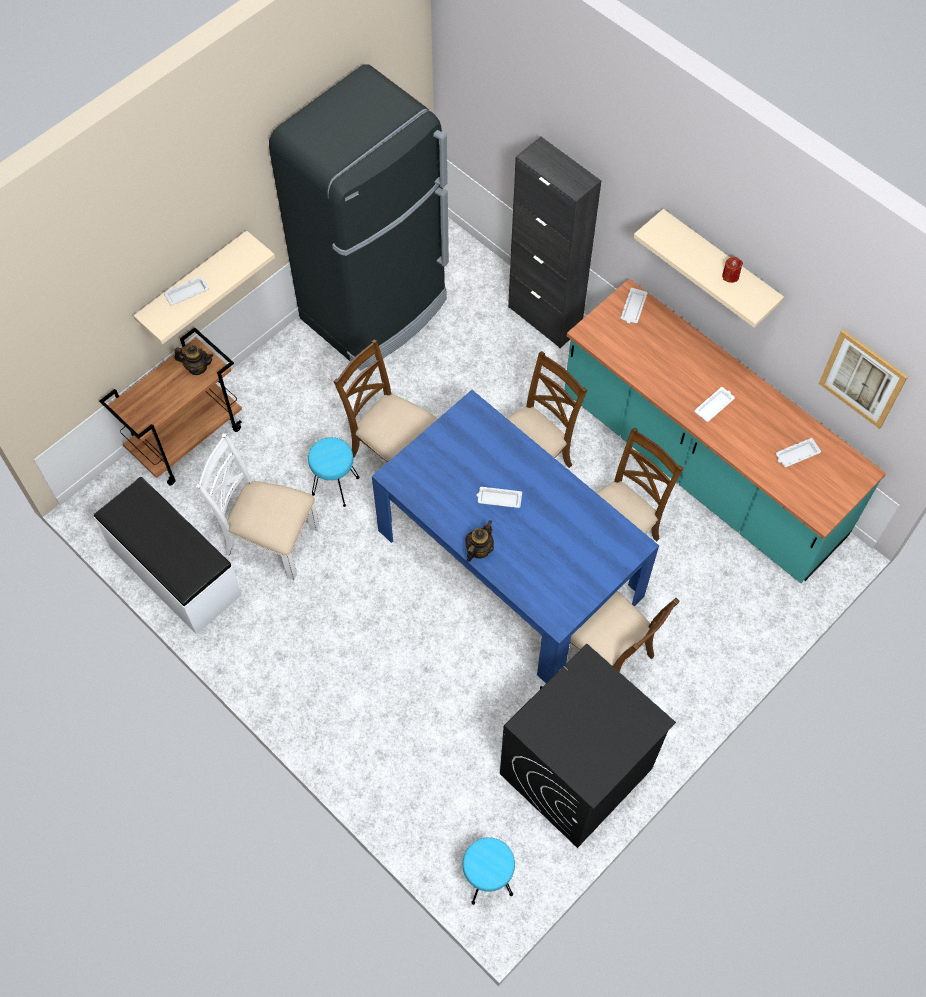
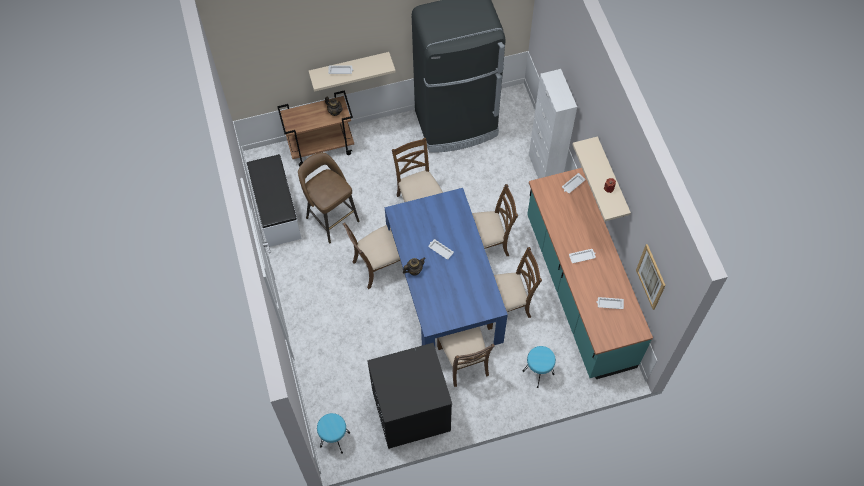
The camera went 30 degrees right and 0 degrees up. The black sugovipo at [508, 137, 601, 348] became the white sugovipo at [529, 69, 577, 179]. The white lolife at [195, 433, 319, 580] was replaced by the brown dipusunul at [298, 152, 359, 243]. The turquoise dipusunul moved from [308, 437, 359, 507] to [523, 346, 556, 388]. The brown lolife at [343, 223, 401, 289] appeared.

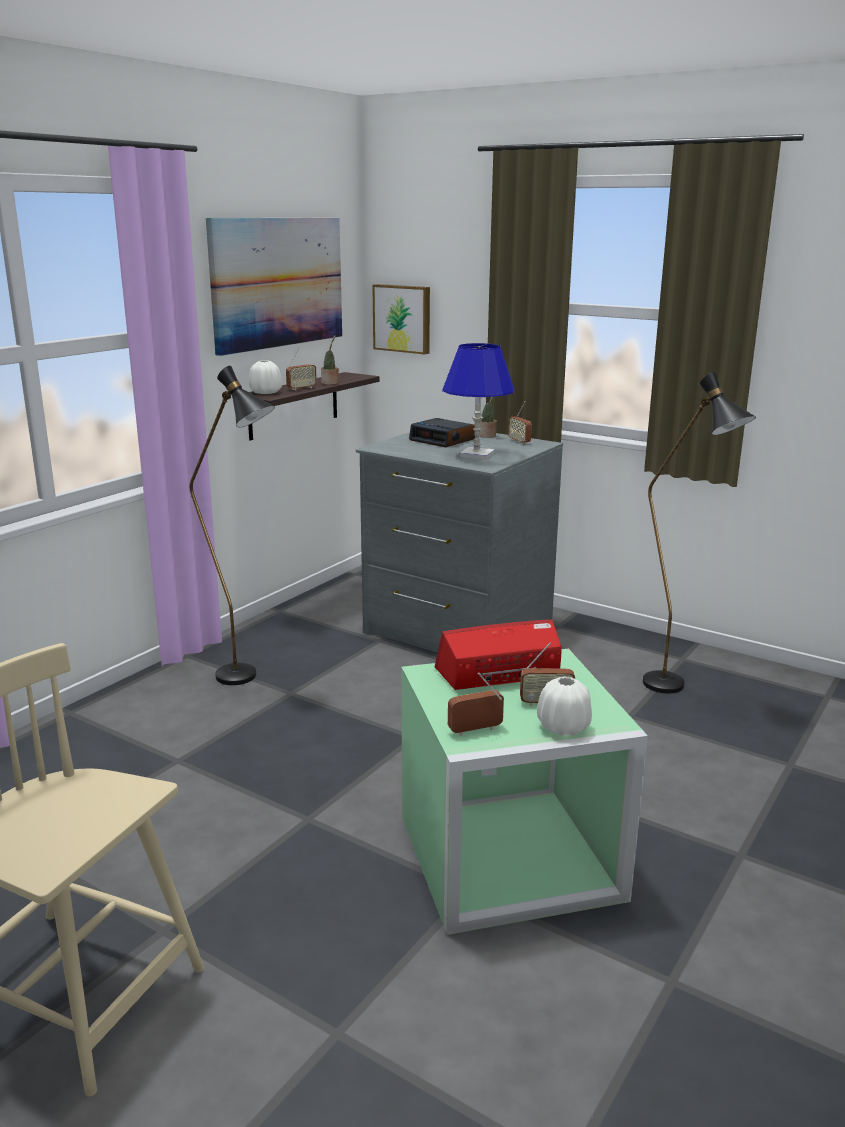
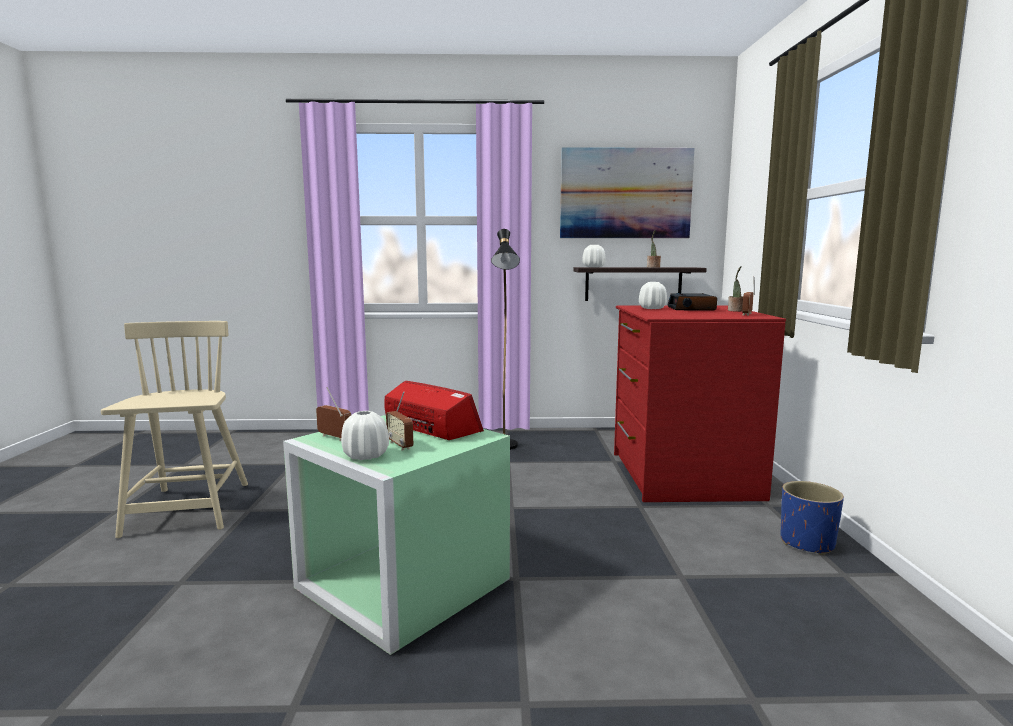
The camera went 55 degrees right and 10 degrees down. The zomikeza at [372, 284, 430, 354] disappeared. The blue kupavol at [442, 343, 514, 460] disappeared. The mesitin at [286, 348, 317, 391] disappeared. The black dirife at [643, 372, 756, 694] disappeared. The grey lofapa at [356, 432, 563, 653] became the red lofapa at [614, 305, 786, 502]. The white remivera at [639, 282, 667, 309] appeared. The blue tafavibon at [780, 481, 844, 555] appeared.

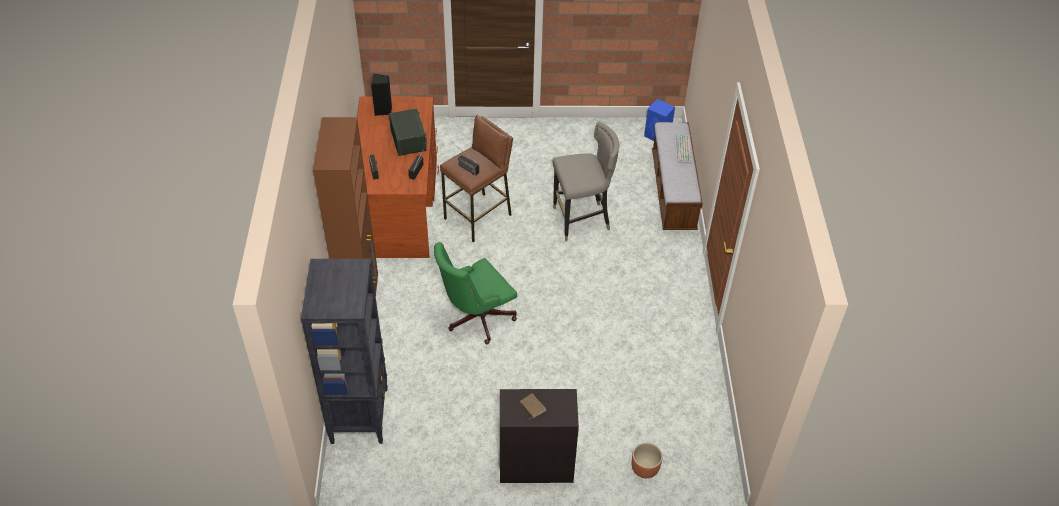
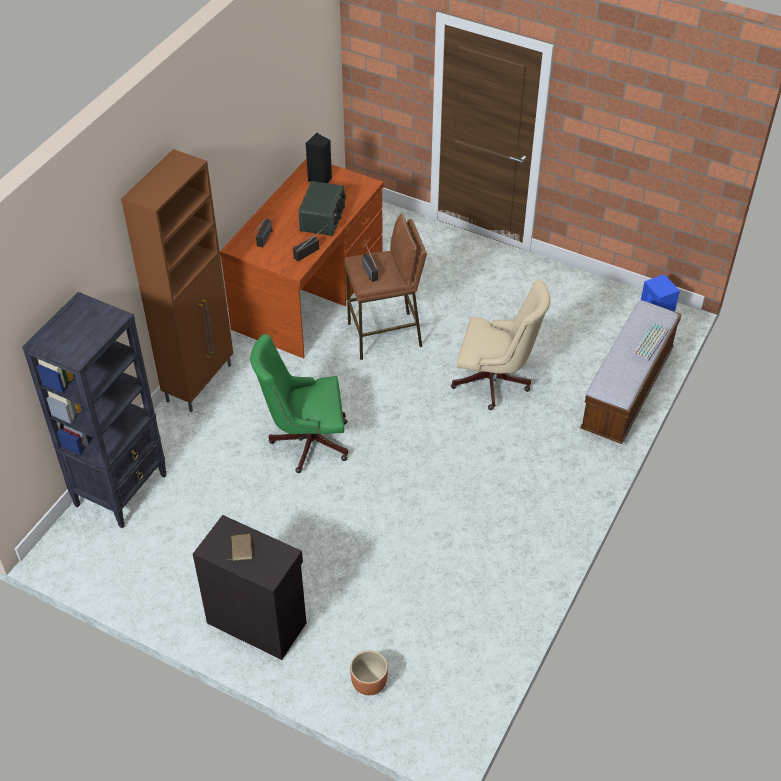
The camera went 30 degrees right and 0 degrees up. The grey dipusunul at [553, 122, 619, 241] was replaced by the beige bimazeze at [451, 280, 550, 410].

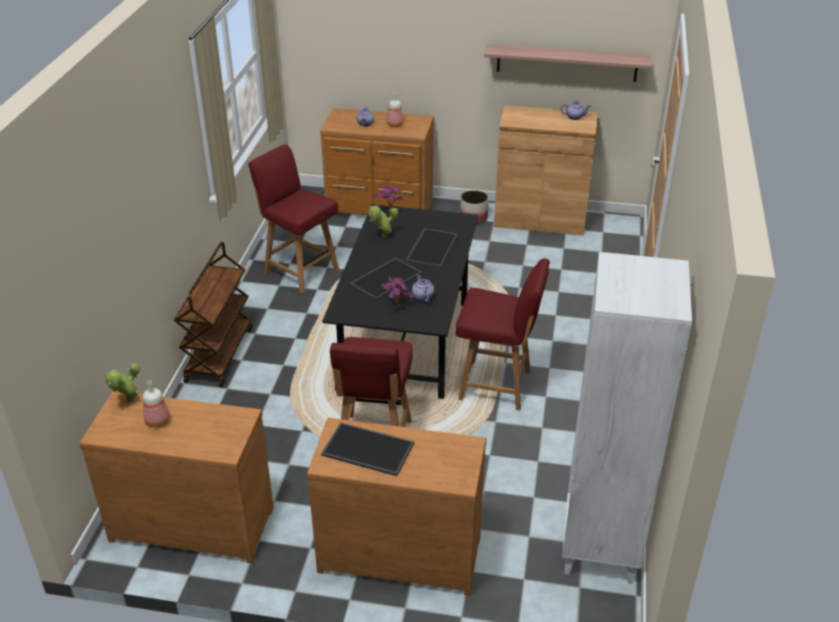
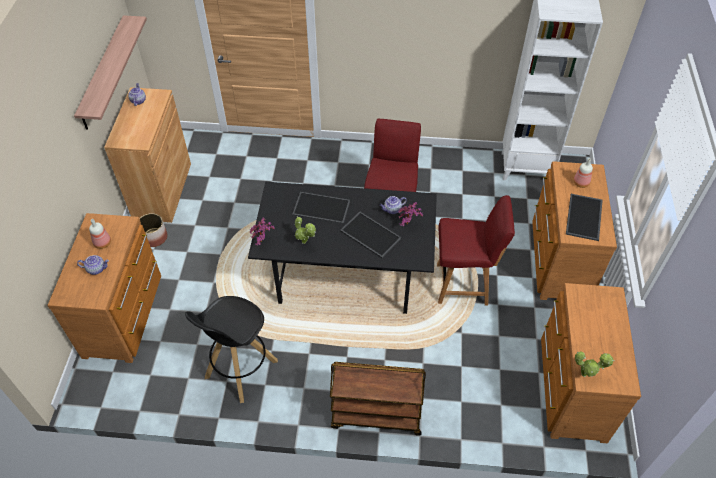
The camera went 95 degrees left and 15 degrees up. The red lolife at [248, 144, 339, 294] was replaced by the black dipusunul at [185, 296, 278, 403]. The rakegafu moved from [143, 381, 170, 427] to [573, 158, 593, 188].

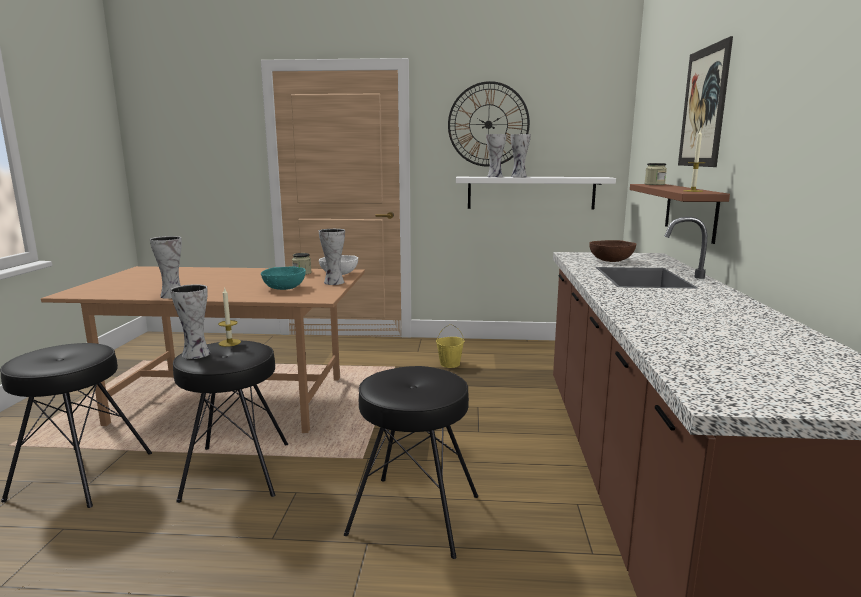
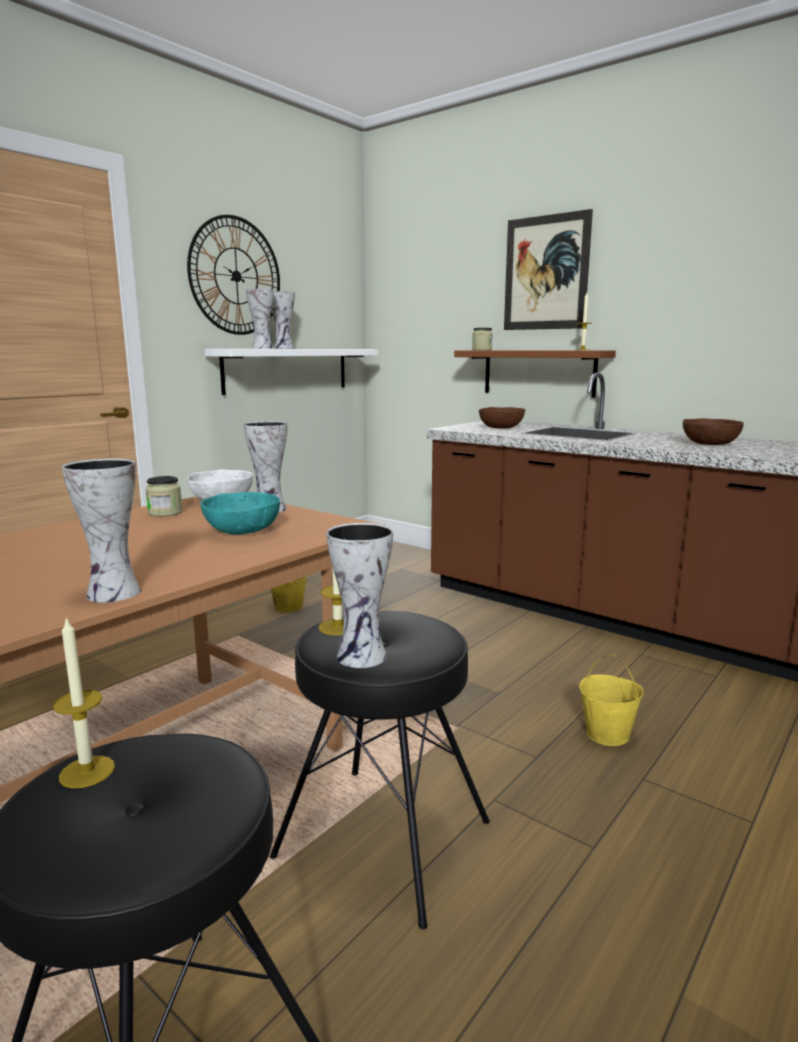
The camera went 55 degrees left and 0 degrees up. The black dipusunul at [344, 366, 478, 559] was replaced by the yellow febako at [579, 655, 644, 746]. The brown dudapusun at [683, 418, 744, 445] appeared. The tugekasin at [53, 617, 115, 788] appeared.

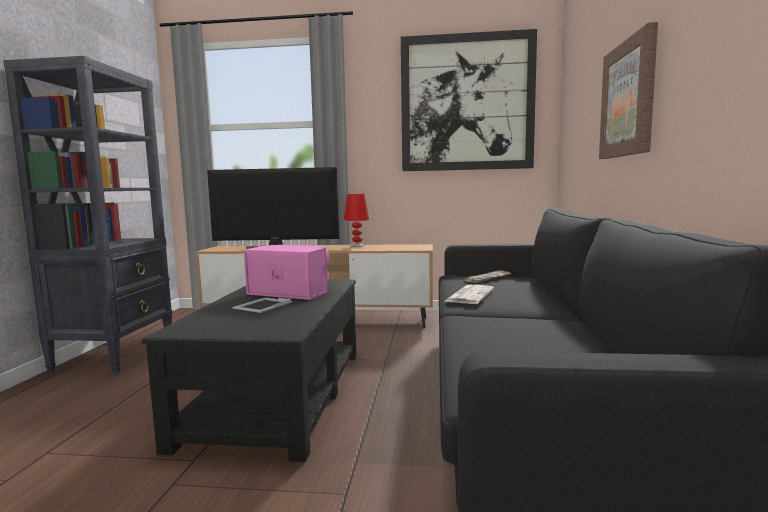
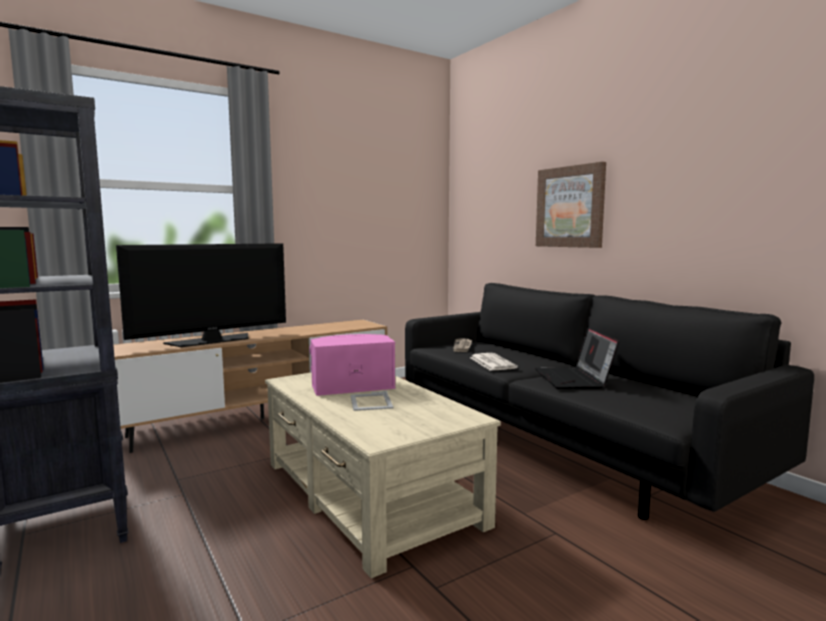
The camera went 40 degrees left and 0 degrees up. The zomikeza at [401, 29, 537, 171] disappeared. The red kupavol at [344, 194, 370, 247] disappeared. The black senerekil at [142, 279, 357, 462] became the beige senerekil at [265, 372, 501, 578]. The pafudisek at [535, 327, 619, 389] appeared.

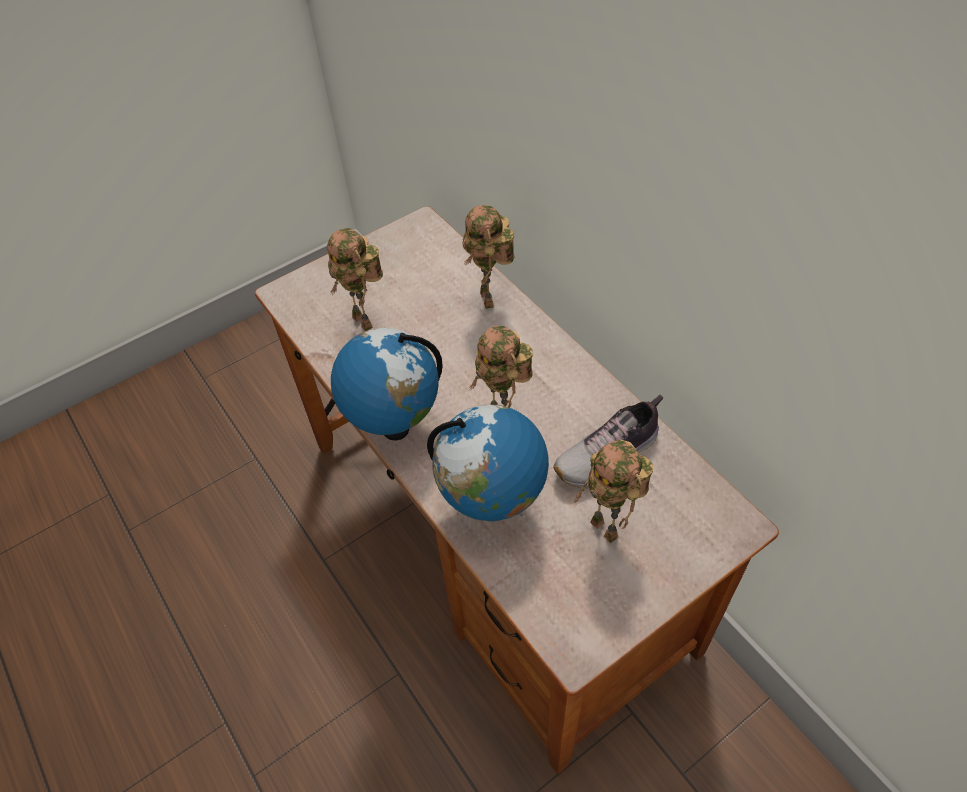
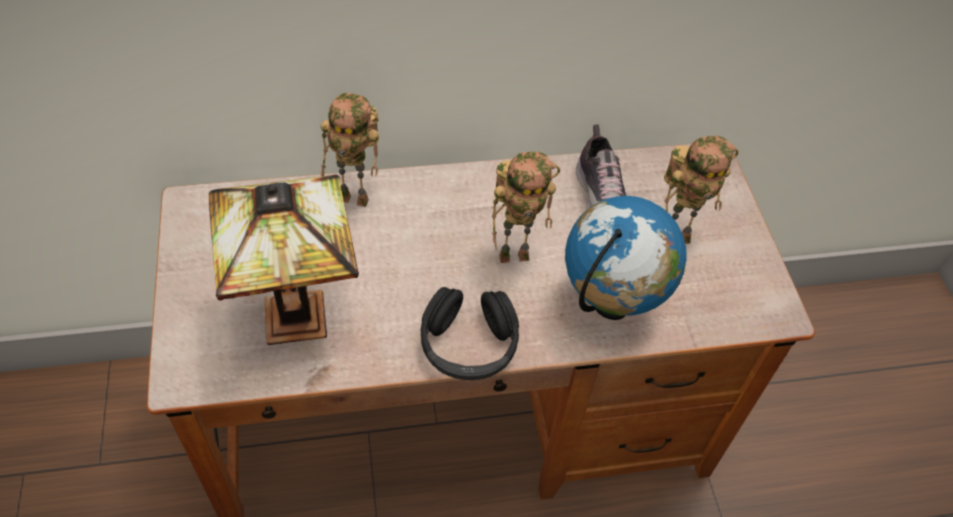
The camera went 70 degrees left and 0 degrees up. The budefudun at [327, 228, 383, 331] was replaced by the kupavol at [209, 174, 359, 345]. The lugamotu at [331, 328, 443, 441] was replaced by the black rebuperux at [420, 287, 519, 380].

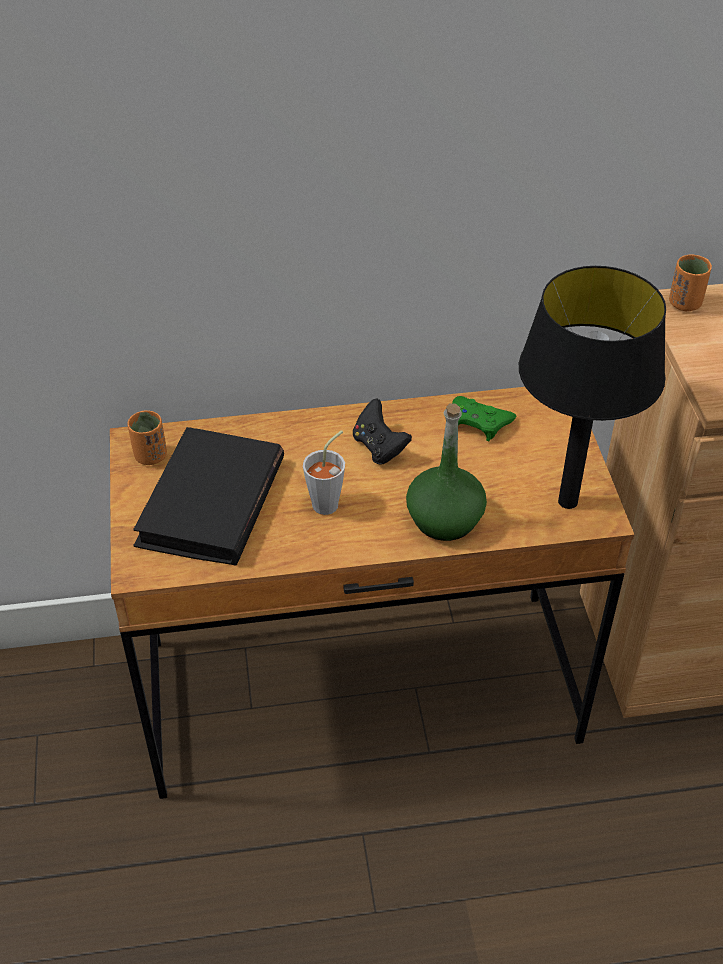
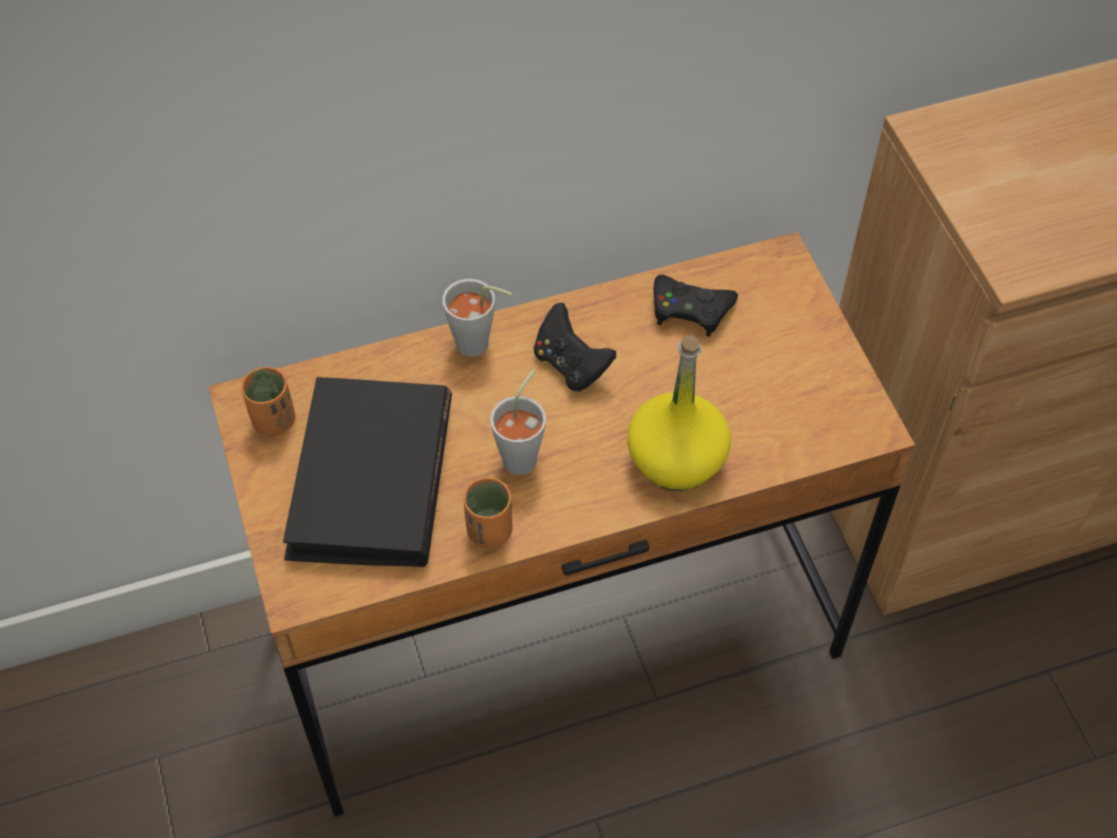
The camera went 10 degrees left and 10 degrees up. The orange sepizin moved from [669, 254, 712, 311] to [463, 478, 513, 548]. The black kupavol at [519, 266, 666, 509] disappeared. The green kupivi at [452, 396, 516, 441] became the black kupivi at [653, 274, 738, 337]. The green rakegafu at [406, 403, 487, 541] became the yellow rakegafu at [627, 335, 731, 491]. The grey sepizin at [442, 279, 512, 357] appeared.

